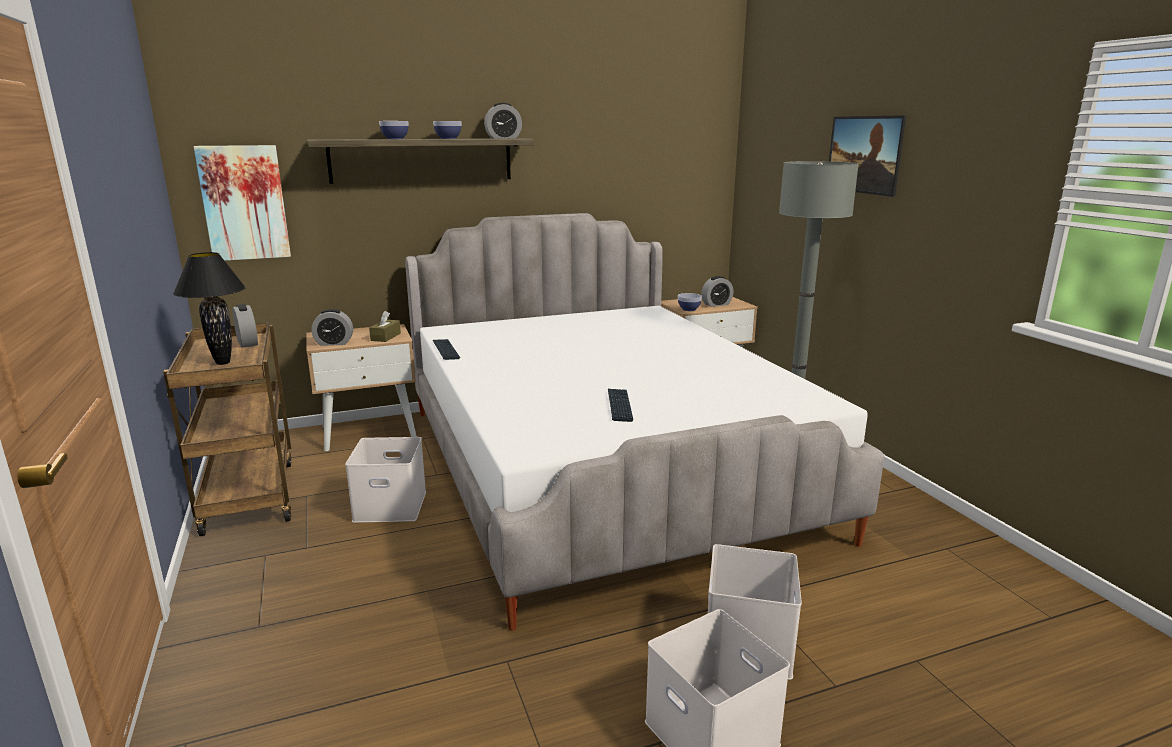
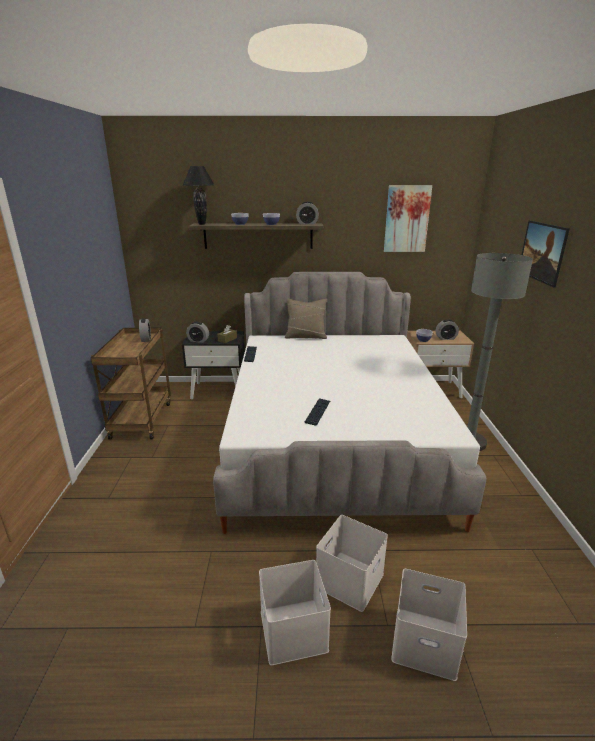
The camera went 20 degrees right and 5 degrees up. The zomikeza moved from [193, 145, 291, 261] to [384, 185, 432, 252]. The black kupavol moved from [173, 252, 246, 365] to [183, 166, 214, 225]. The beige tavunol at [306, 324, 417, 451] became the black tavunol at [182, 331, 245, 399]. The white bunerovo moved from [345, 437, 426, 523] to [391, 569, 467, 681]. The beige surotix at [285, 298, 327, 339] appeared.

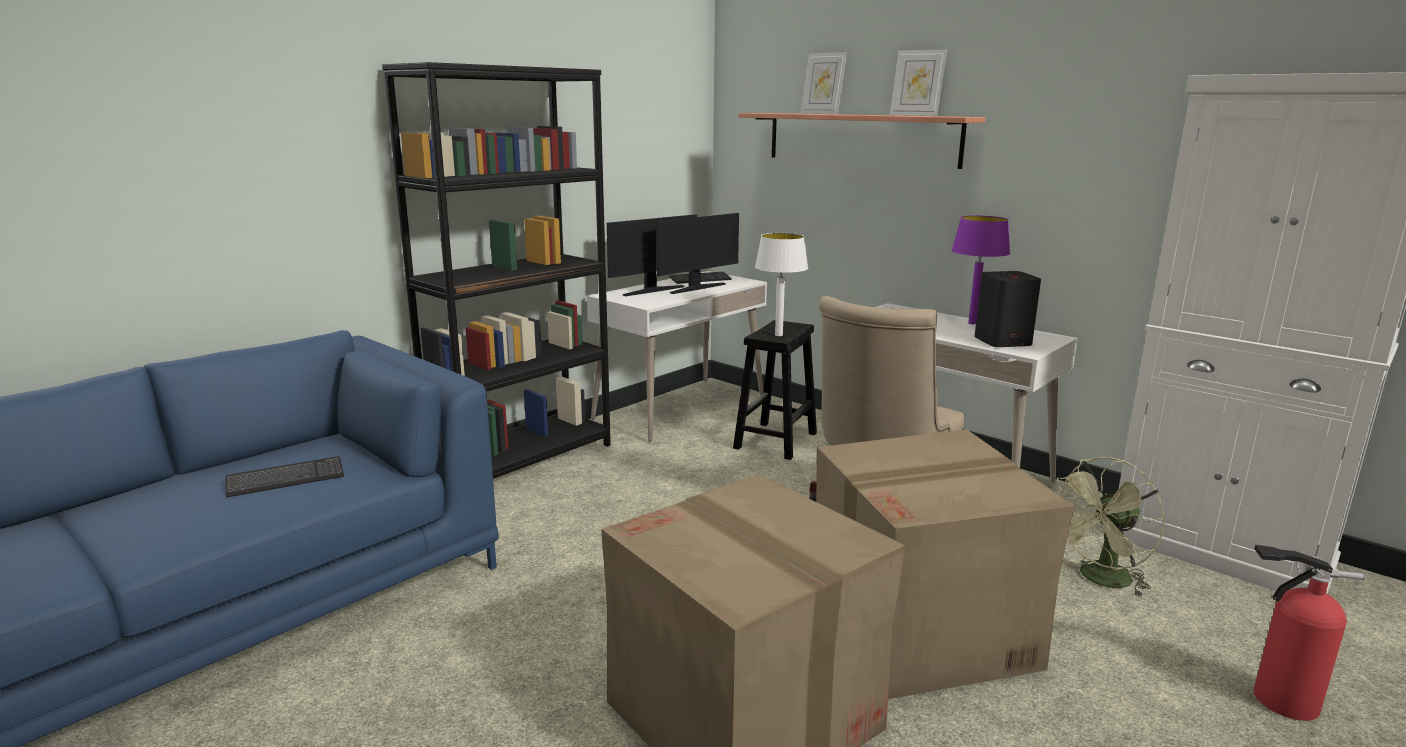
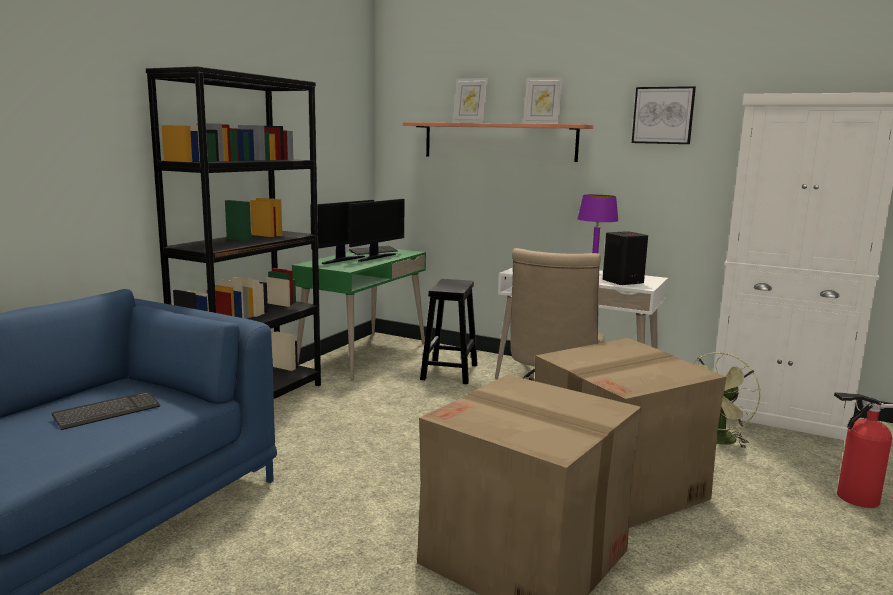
The camera went 15 degrees left and 5 degrees down. The white kupavol at [755, 233, 808, 336] disappeared. The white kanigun at [587, 271, 767, 442] became the green kanigun at [292, 249, 426, 380]. The zomikeza at [632, 86, 696, 144] appeared.

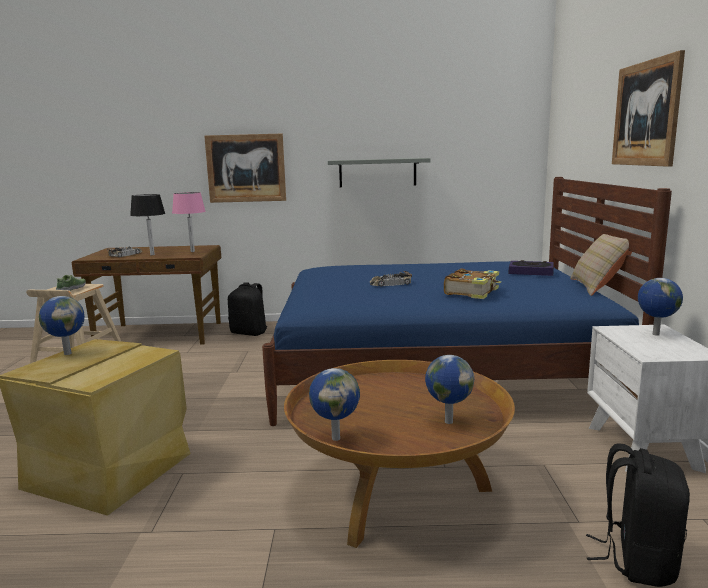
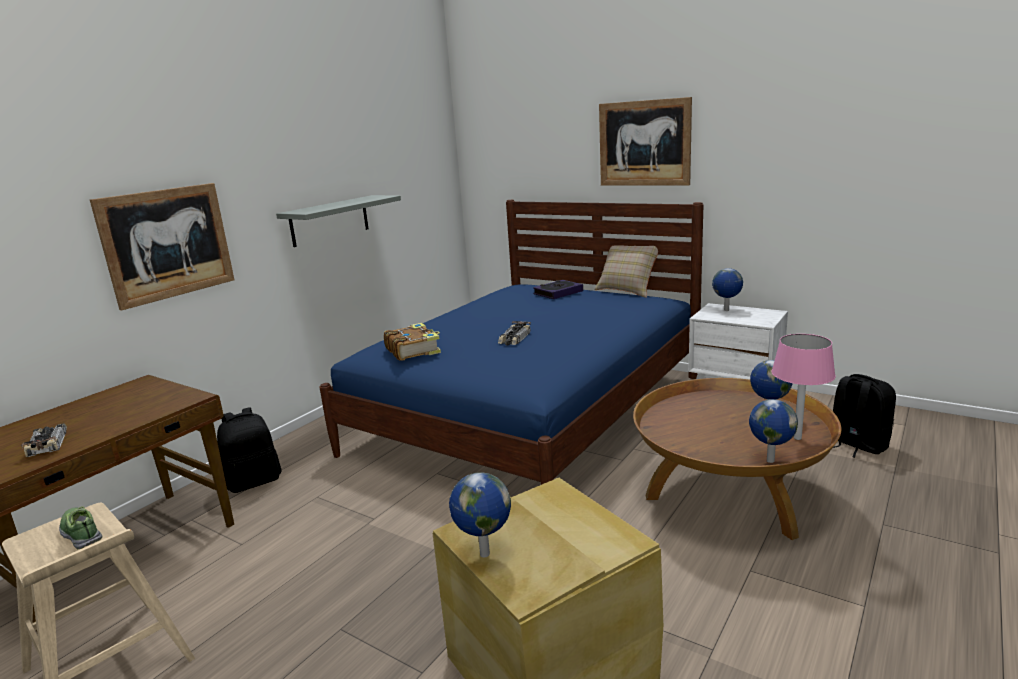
The camera went 55 degrees left and 5 degrees up. The pink kupavol moved from [172, 192, 206, 252] to [772, 334, 836, 440]. The black kupavol at [130, 194, 165, 255] disappeared. The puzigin moved from [444, 269, 501, 299] to [384, 323, 441, 361].

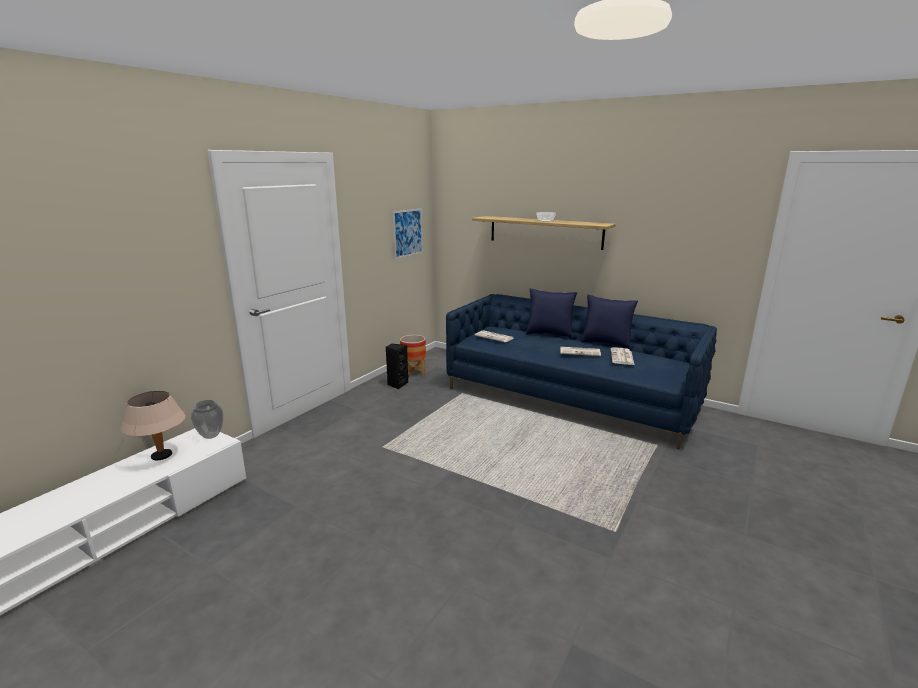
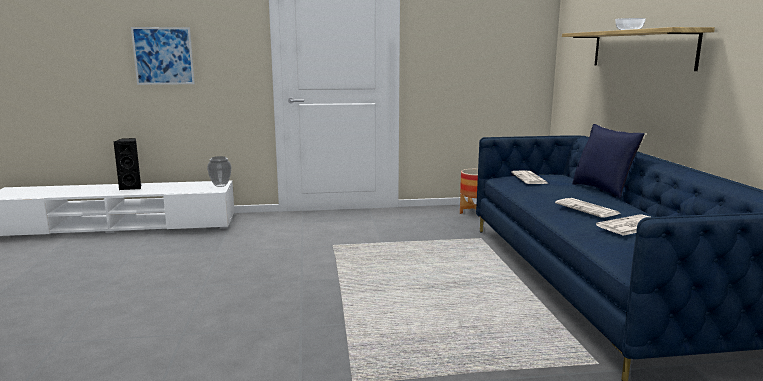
The camera went 50 degrees right and 5 degrees down. The zomikeza moved from [393, 208, 423, 259] to [131, 27, 195, 85]. The blue surotix at [581, 295, 638, 349] disappeared. The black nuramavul moved from [386, 344, 408, 389] to [114, 138, 141, 190]. The beige kupavol at [120, 391, 186, 460] disappeared.

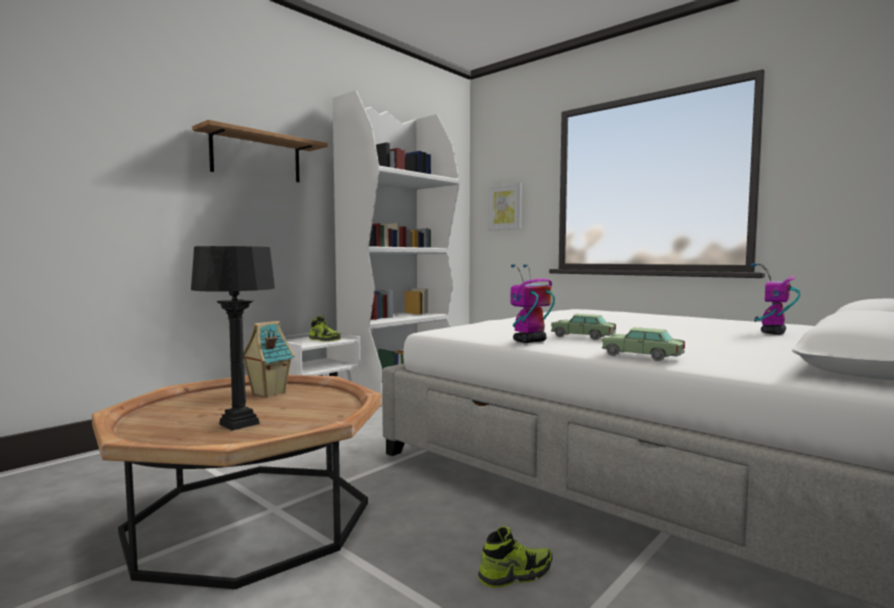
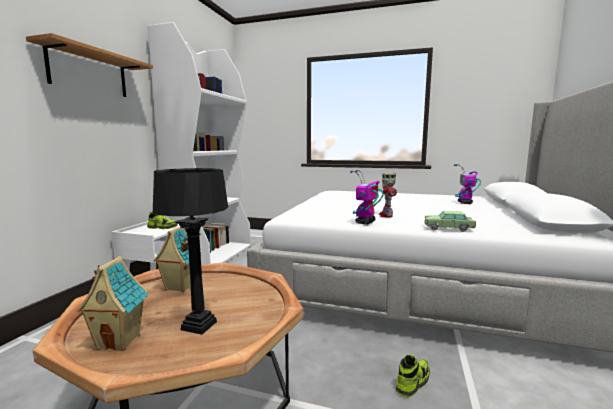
The camera went 25 degrees left and 5 degrees up. The zomikeza at [488, 183, 522, 231] disappeared. The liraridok at [551, 314, 616, 340] was replaced by the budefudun at [379, 172, 397, 217]. The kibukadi at [76, 256, 148, 351] appeared.

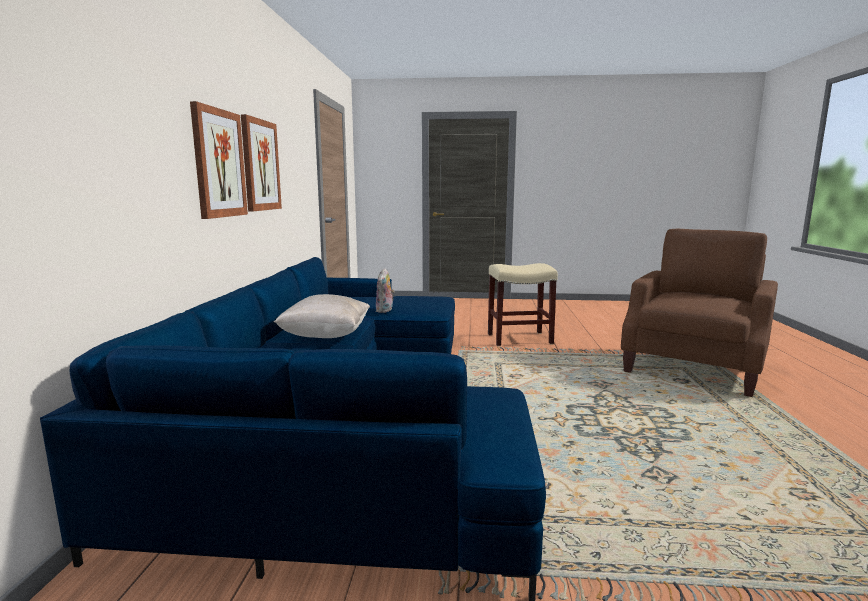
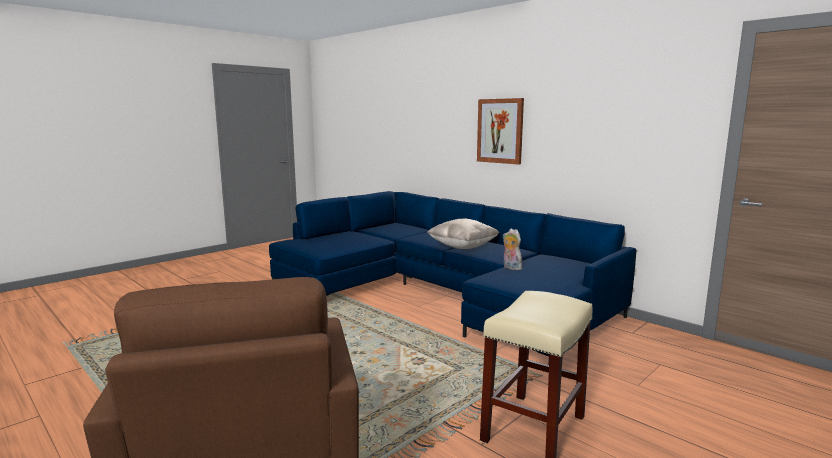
The camera went 130 degrees right and 0 degrees up. The zomikeza at [241, 114, 282, 211] disappeared.

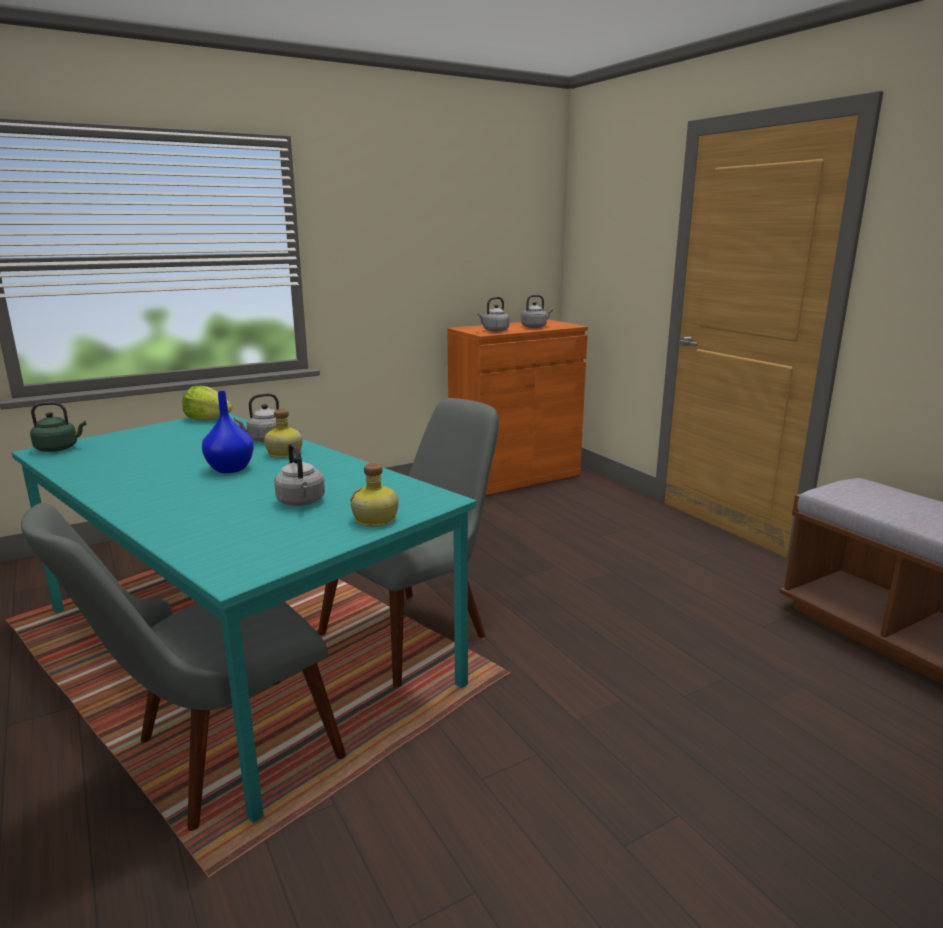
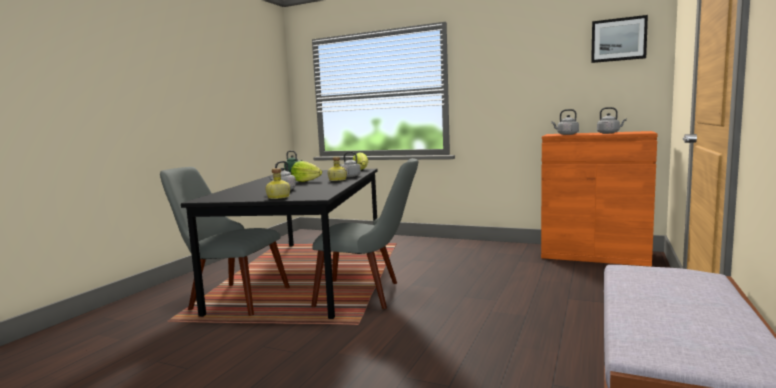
The camera went 55 degrees right and 10 degrees down. The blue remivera at [202, 391, 254, 473] was replaced by the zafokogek at [291, 161, 322, 182]. The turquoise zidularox at [12, 413, 476, 823] became the black zidularox at [181, 169, 377, 319]. The zomikeza at [591, 15, 648, 63] appeared.

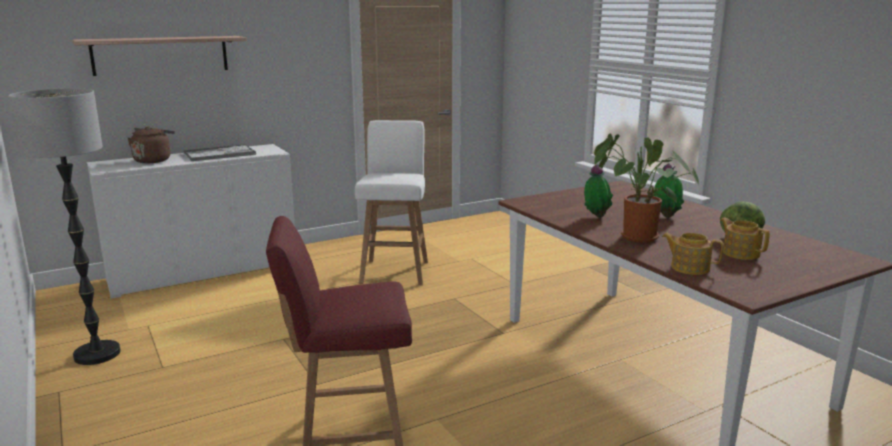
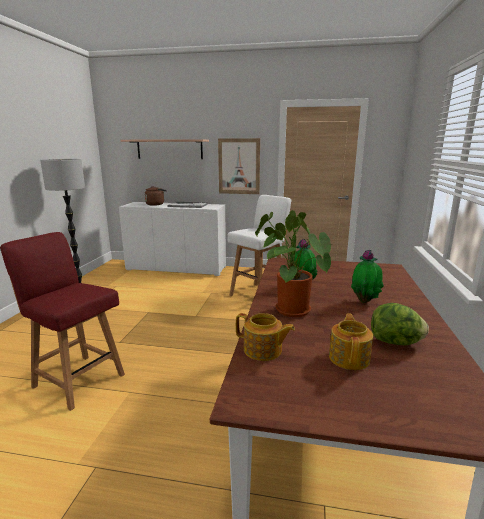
The camera went 40 degrees right and 0 degrees up. The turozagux at [662, 233, 723, 275] turned 135 degrees clockwise. The zomikeza at [218, 138, 260, 194] appeared.

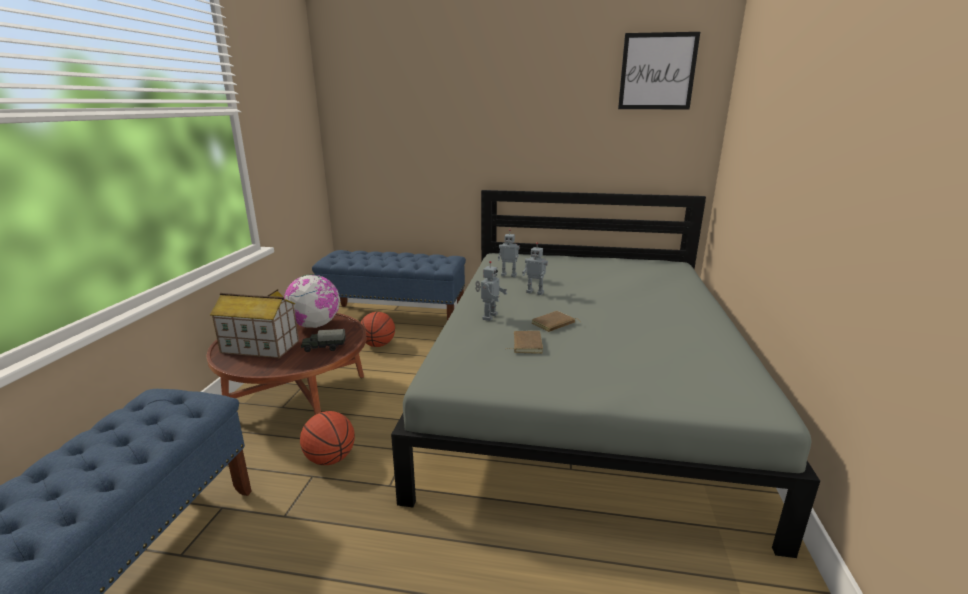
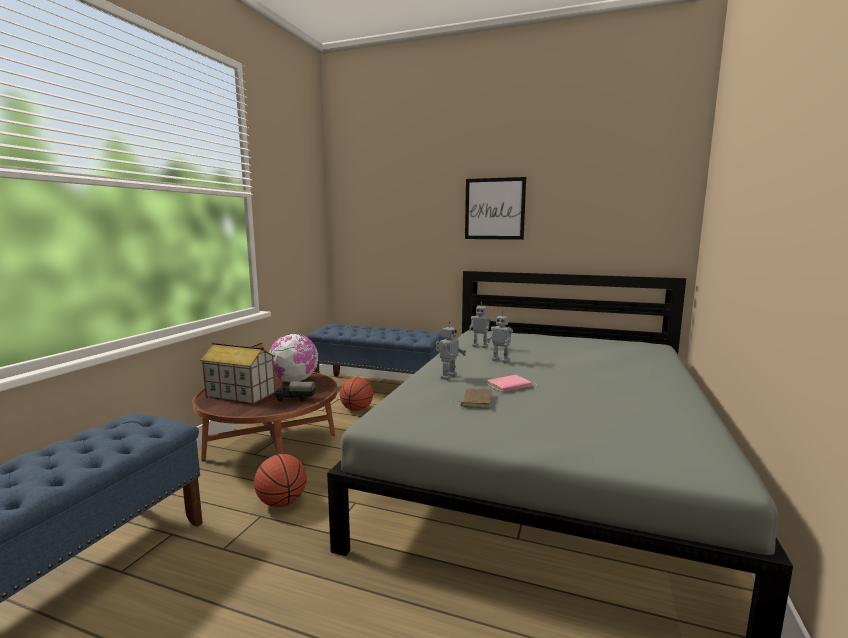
The camera went 10 degrees right and 10 degrees down. The zomikeza moved from [618, 32, 700, 109] to [465, 177, 526, 240]. The brown puzigin at [532, 311, 581, 332] became the pink puzigin at [487, 375, 538, 392].

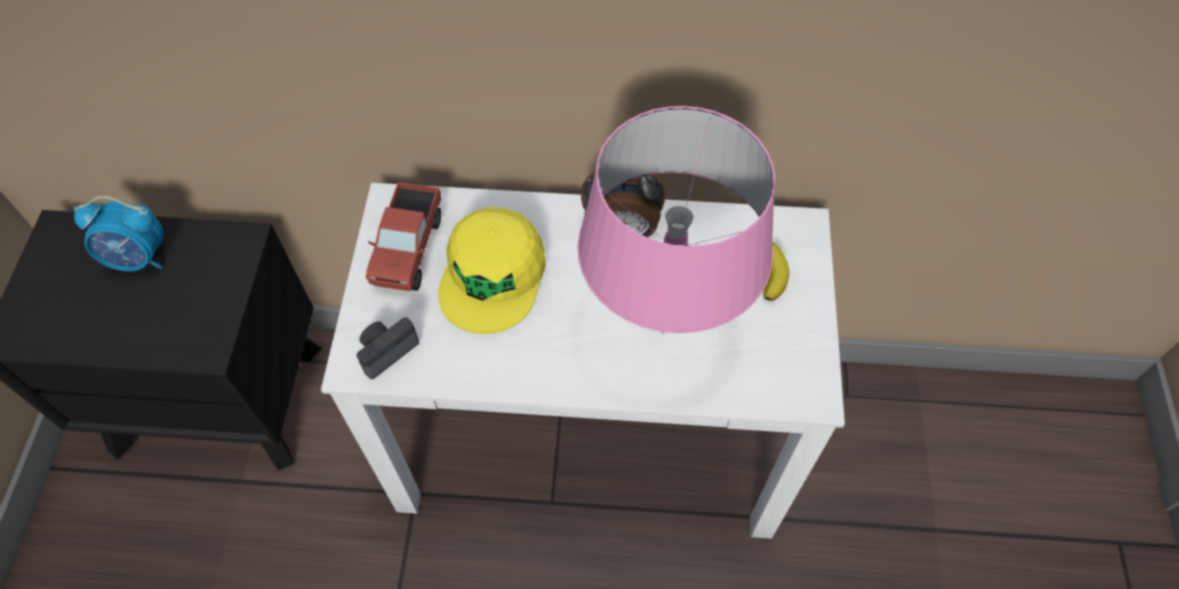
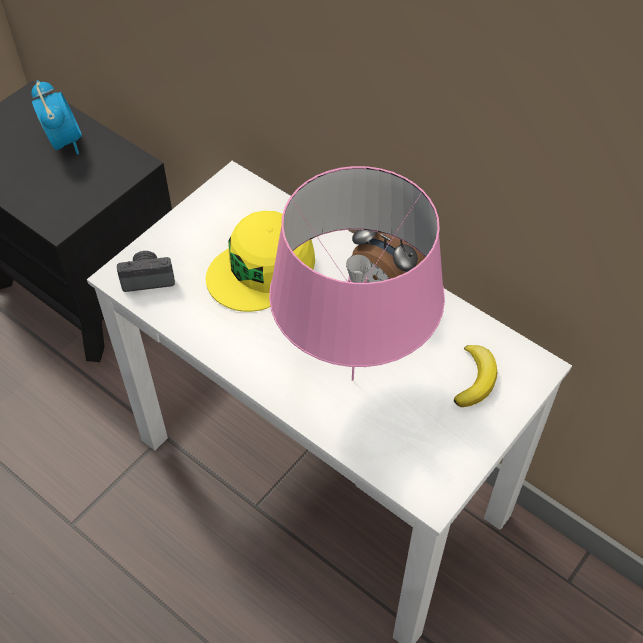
The camera went 35 degrees right and 5 degrees down. The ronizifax at [366, 182, 441, 291] disappeared. The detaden at [73, 196, 164, 271] turned 150 degrees counterclockwise.

